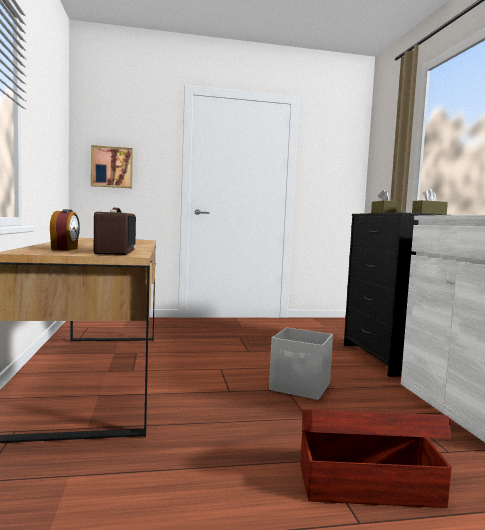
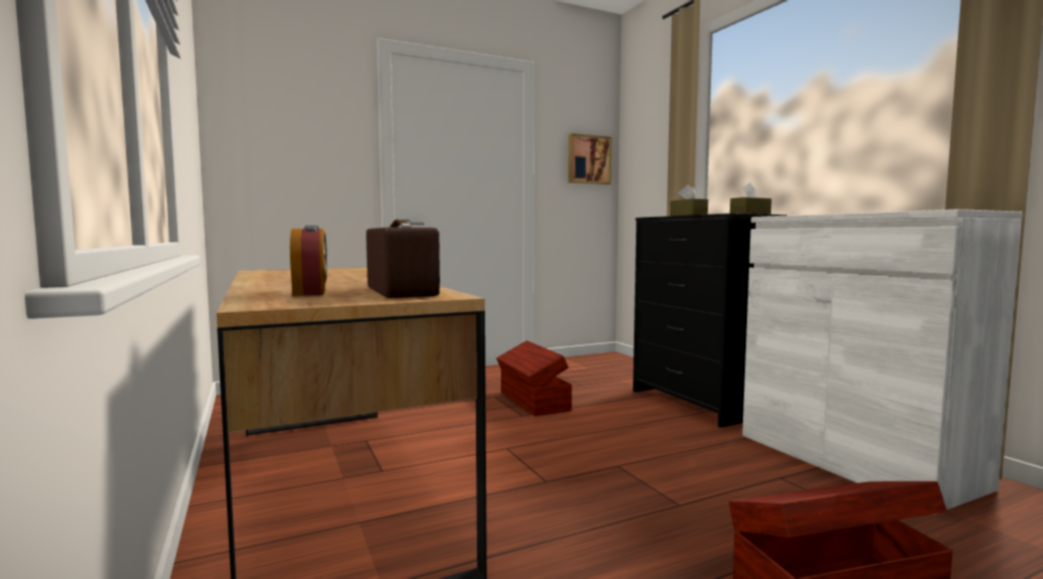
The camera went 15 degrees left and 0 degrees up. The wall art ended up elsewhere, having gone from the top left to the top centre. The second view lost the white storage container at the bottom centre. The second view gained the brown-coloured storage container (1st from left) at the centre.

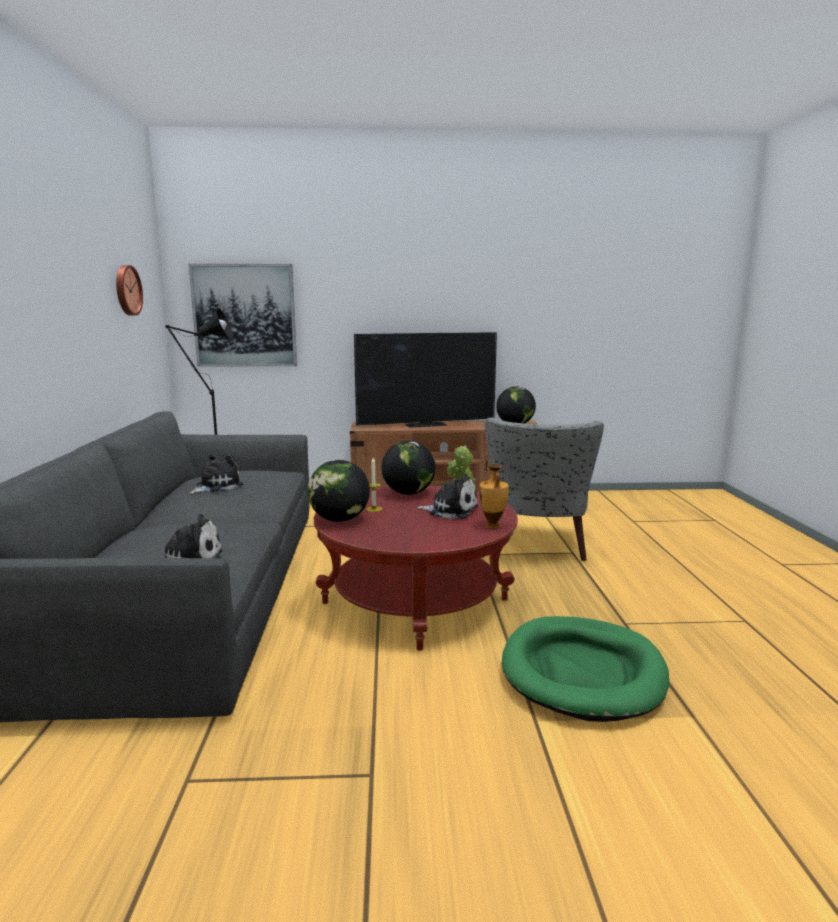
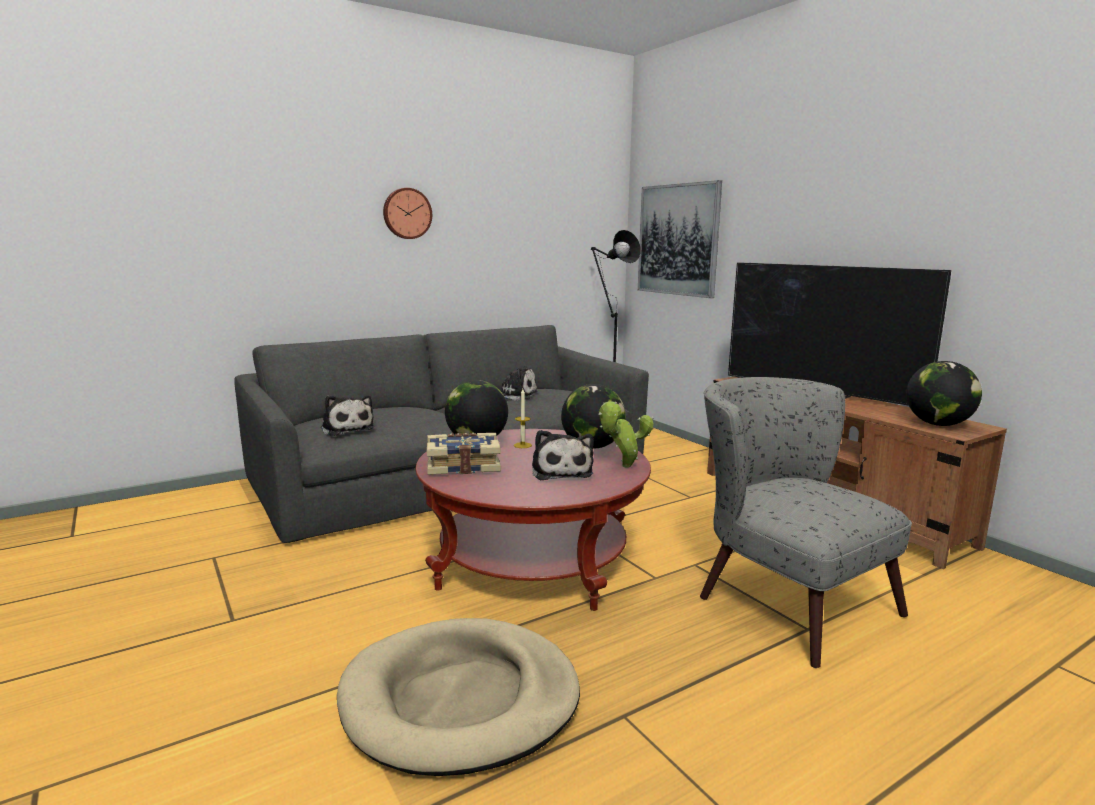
The camera went 60 degrees right and 0 degrees up. The hanging clock ended up elsewhere, having gone from the top left to the top centre. The gray easy chair at the centre ended up facing another way, 75 degrees clockwise from before. The second view lost the flower vase at the centre. What was the greenish dog cushion at the bottom right turned into the beige dog cushion at the bottom centre. The second view gained the book at the centre.

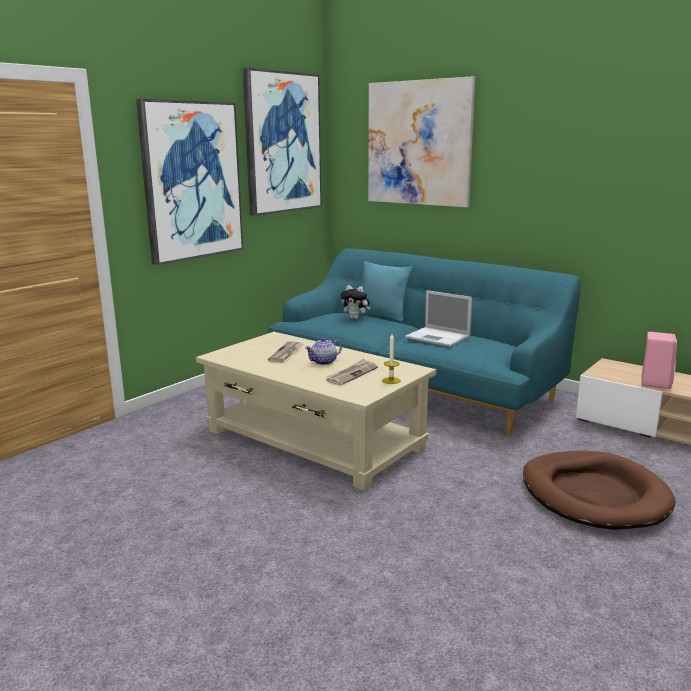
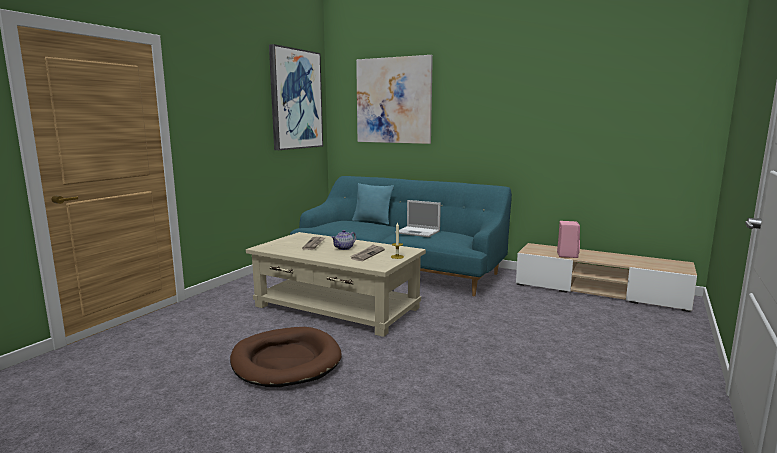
The camera went 10 degrees left and 5 degrees down. The second view lost the wall art (1st from left) at the top left. The second view lost the cuddly toy at the centre. The brown-coloured dog cushion ended up elsewhere, having gone from the bottom right to the bottom centre.

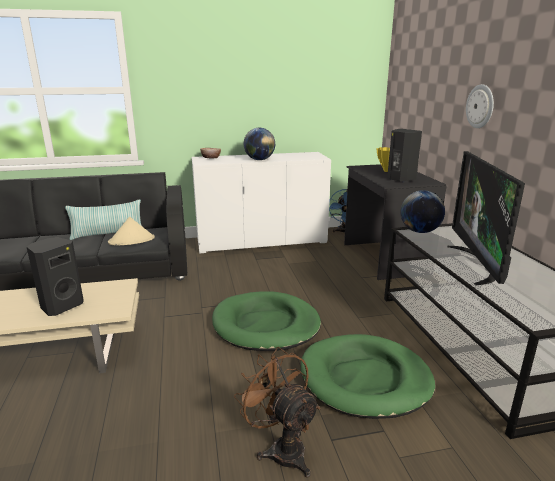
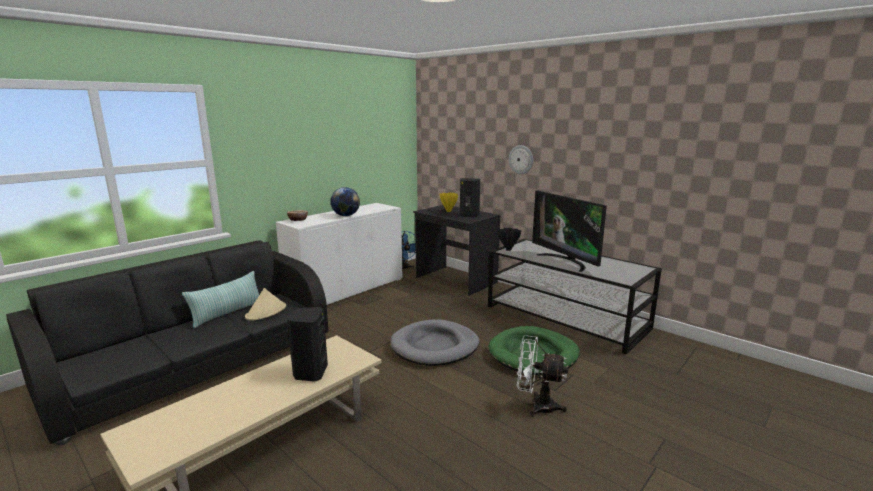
The camera went 35 degrees left and 5 degrees down. Where the desk globe (2nd from left) stood at the middle right, the blackish flower vase came to stand at the centre. What was the greenish dog cushion (1st from left) at the bottom centre turned into the gray dog cushion at the bottom centre. What was the brown-coloured electric fan at the bottom centre turned into the white electric fan at the bottom centre.

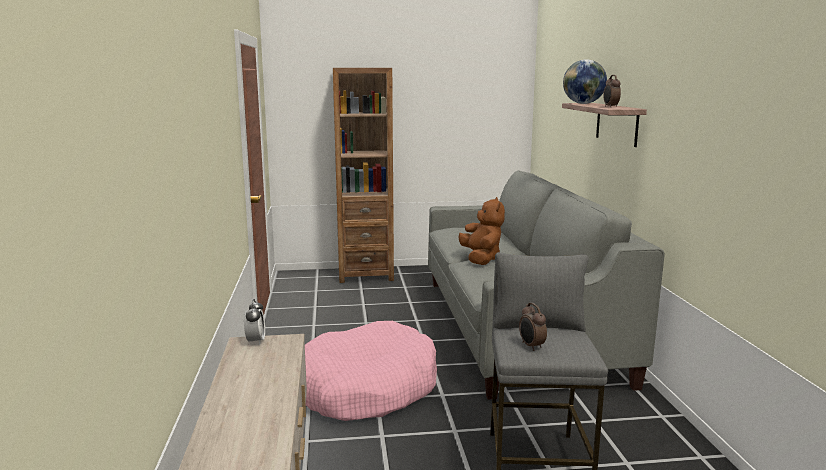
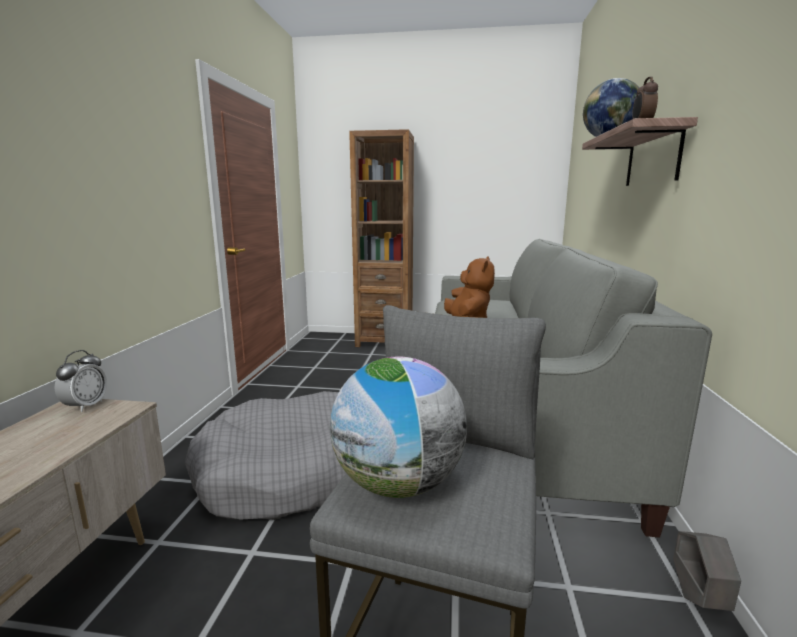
The camera went 15 degrees right and 0 degrees up. Where the alarm clock (2nd from left) stood at the bottom centre, the desk globe (1st from left) came to stand at the bottom centre. What was the pinkish dog cushion at the bottom centre turned into the gray dog cushion at the bottom left. The second view gained the gray planter at the bottom right.

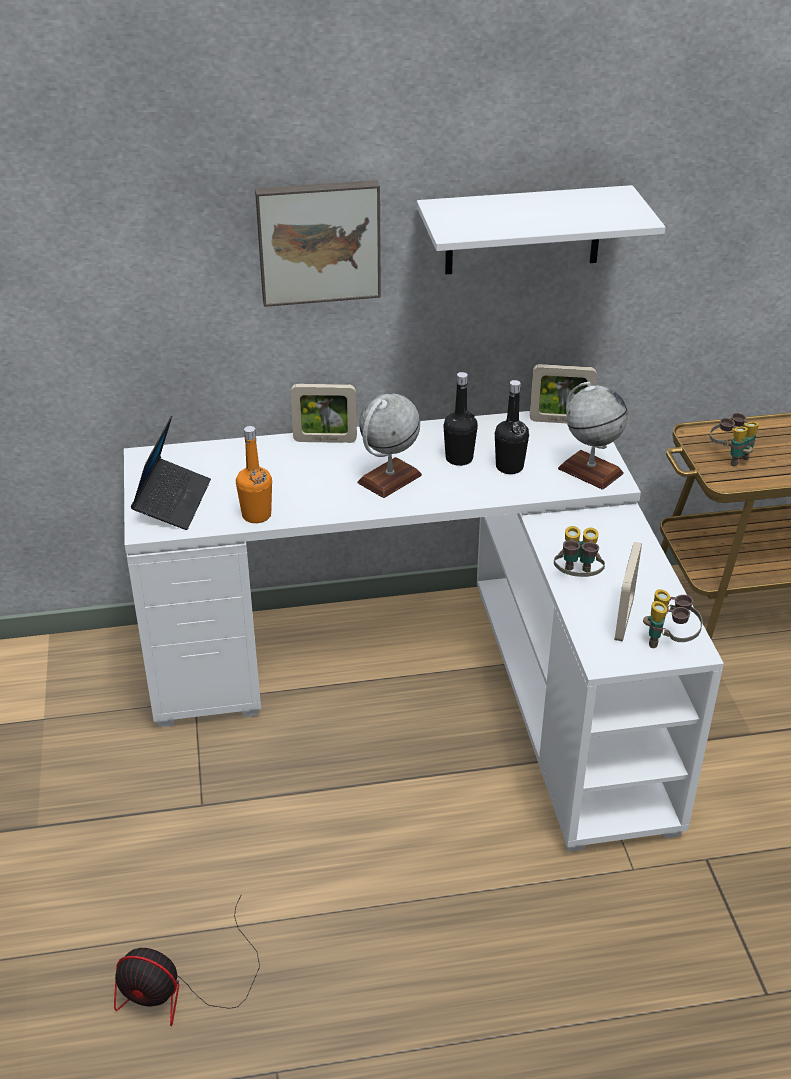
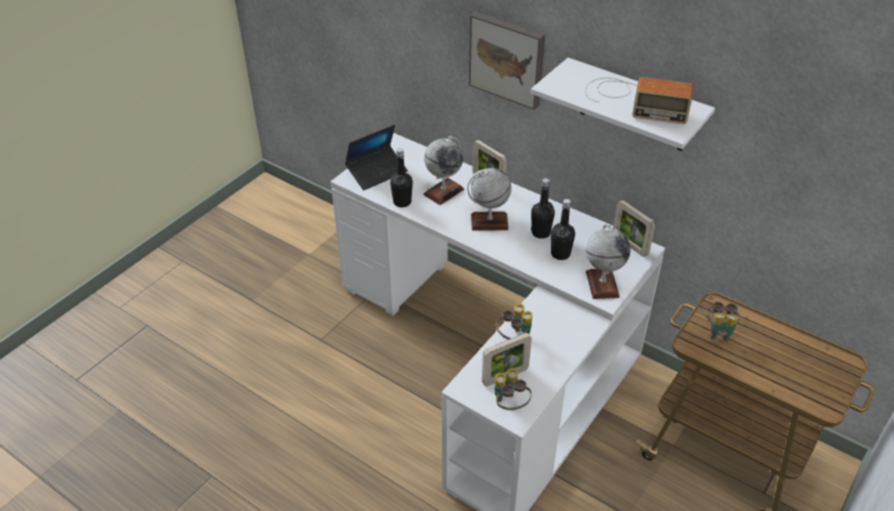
The camera went 45 degrees right and 5 degrees up. What was the orange-coloured beverage bottle at the middle left turned into the blackish beverage bottle (1st from left) at the centre. The second view lost the electric fan at the bottom left. The second view gained the radio receiver at the top right. The second view gained the desk globe (1st from left) at the top centre.

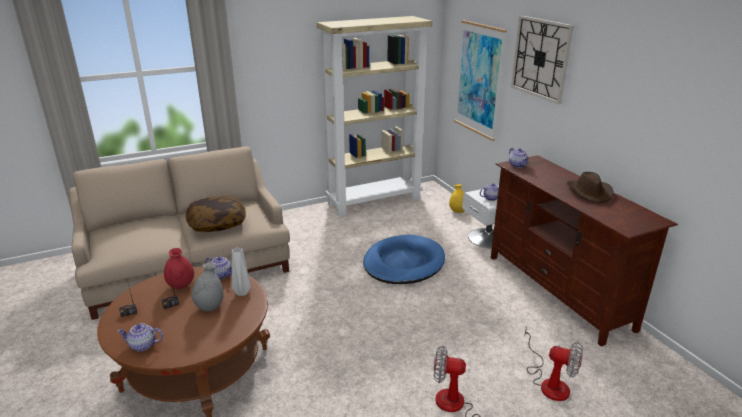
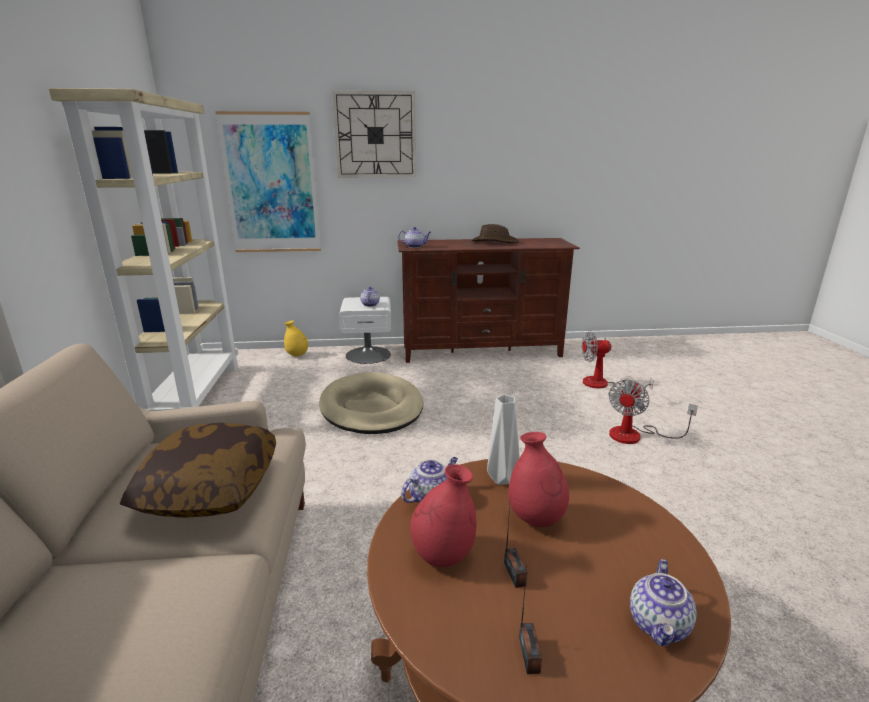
The camera went 70 degrees left and 5 degrees down. What was the blue-coloured dog cushion at the centre turned into the beige dog cushion at the centre. What was the gray flower vase (1st from left) at the bottom left turned into the red-coloured flower vase (2nd from left) at the bottom centre. The electric fan (2nd from left in the first image) at the bottom right ended up facing another way, 135 degrees counterclockwise from before.

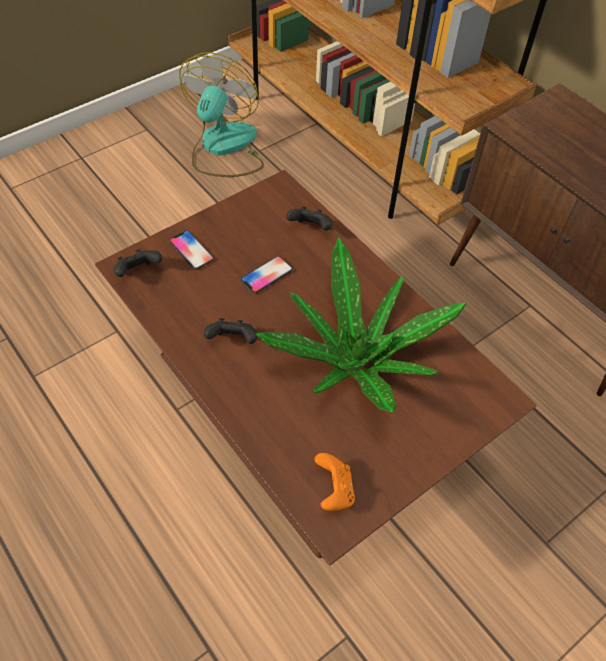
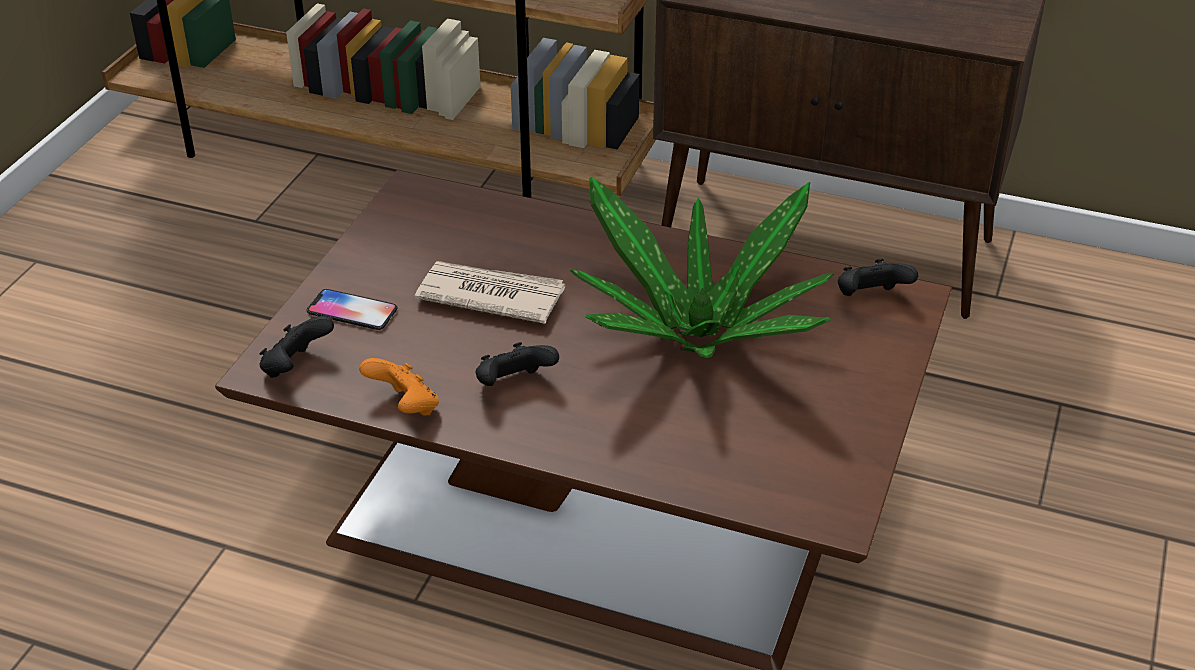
The camera went 30 degrees left and 15 degrees down. The second view lost the electric fan at the top centre. The blackish joypad (3rd from left) ended up elsewhere, having gone from the top centre to the middle right. Where the telephone (2nd from left) stood at the centre, the printed paper came to stand at the centre. The orange-coloured joypad ended up elsewhere, having gone from the bottom centre to the centre.

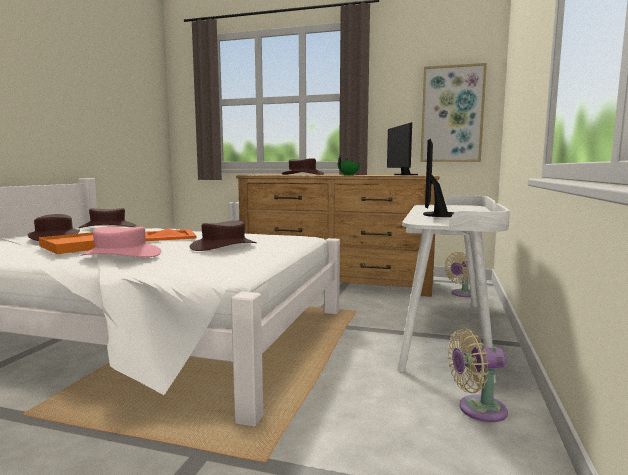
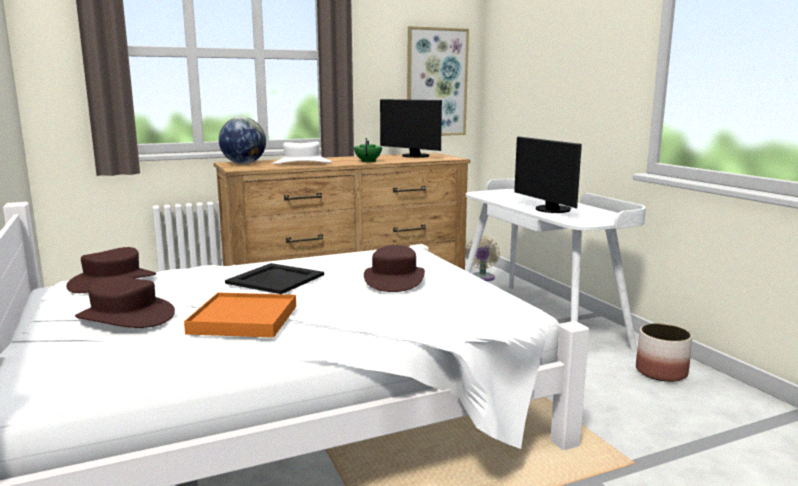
The camera went 40 degrees left and 5 degrees up. What was the brown-coloured wearable hat (4th from left) at the centre turned into the white wearable hat at the top centre. The second view lost the pinkish wearable hat at the middle left. What was the orange-coloured tray (2nd from left) at the middle left turned into the blackish tray at the centre. Where the beige electric fan (2nd from left) stood at the bottom right, the planter came to stand at the bottom right. The second view gained the desk globe at the top left.

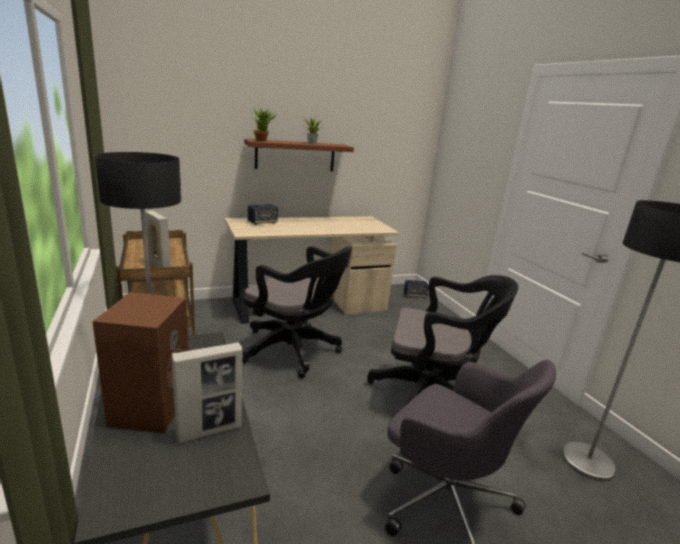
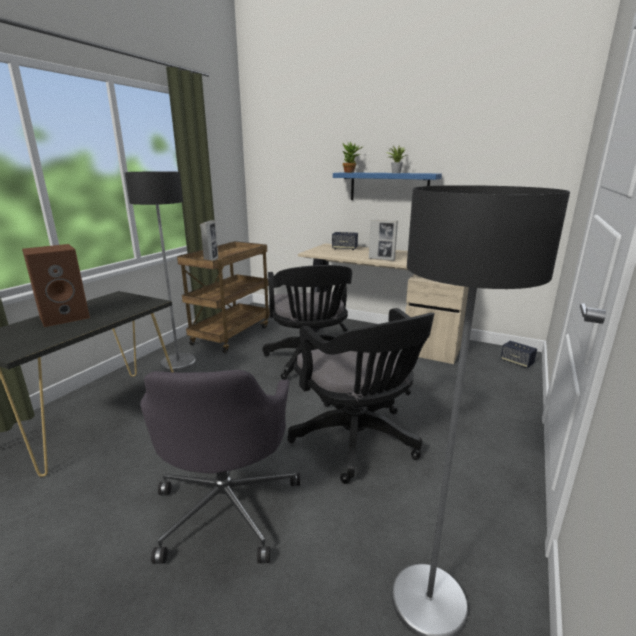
The camera went 50 degrees right and 0 degrees up. What was the brown-coloured shelf at the top centre turned into the blue-coloured shelf at the top centre. The picture frame (2nd from left) ended up elsewhere, having gone from the bottom left to the centre.

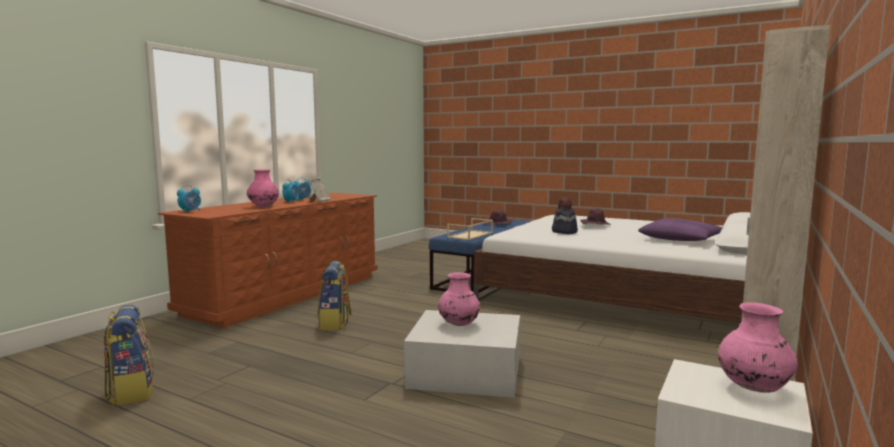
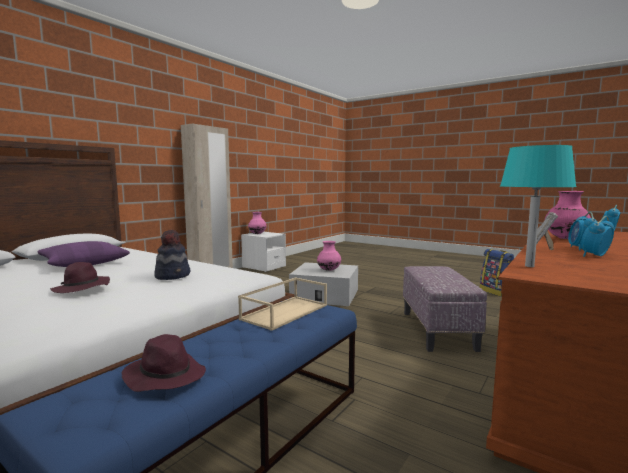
The camera went 175 degrees left and 0 degrees up. Where the knapsack (2nd from left) stood at the centre, the ottoman came to stand at the middle right. The second view gained the turquoise lamp for a table at the middle right.

